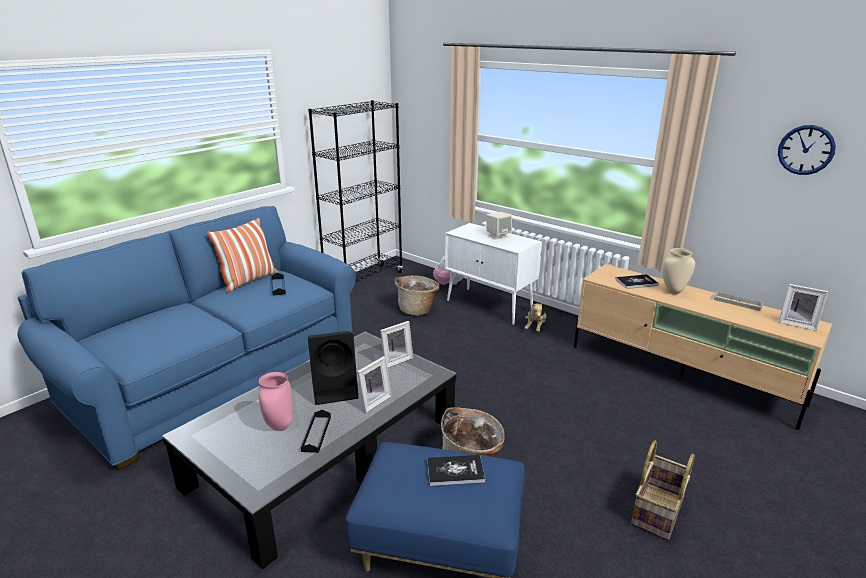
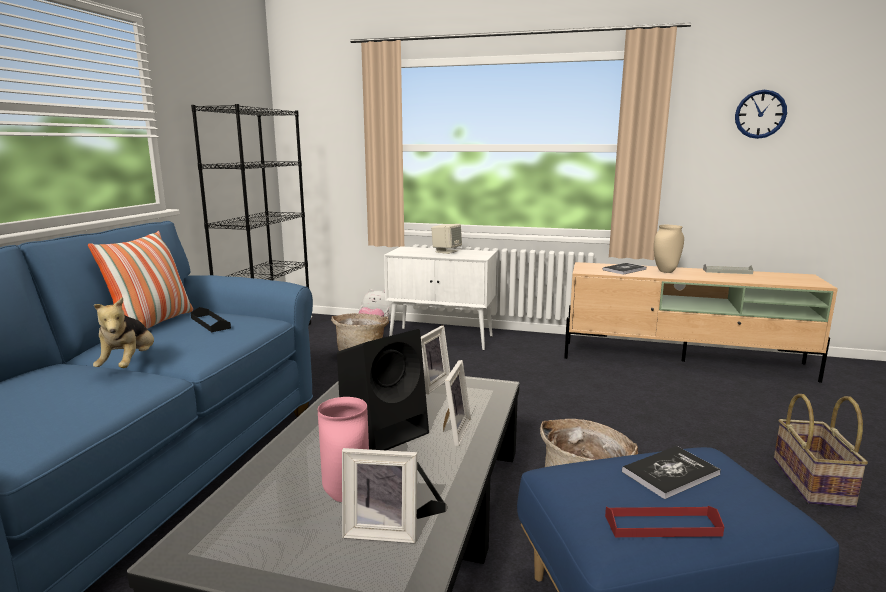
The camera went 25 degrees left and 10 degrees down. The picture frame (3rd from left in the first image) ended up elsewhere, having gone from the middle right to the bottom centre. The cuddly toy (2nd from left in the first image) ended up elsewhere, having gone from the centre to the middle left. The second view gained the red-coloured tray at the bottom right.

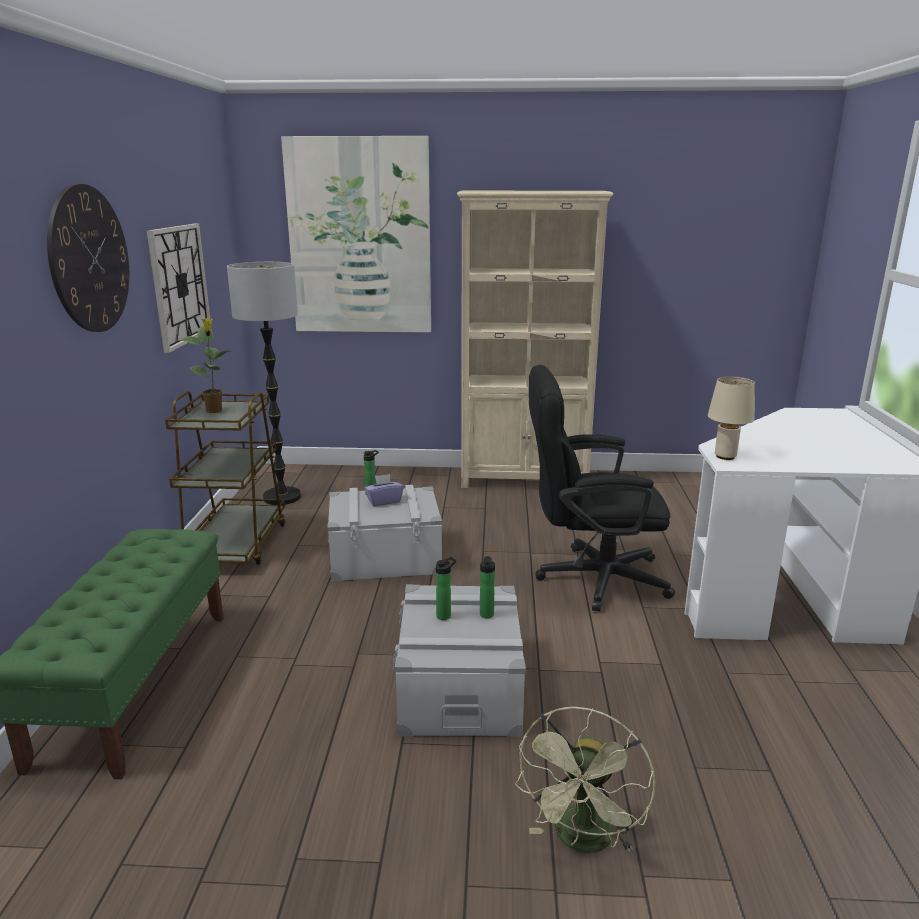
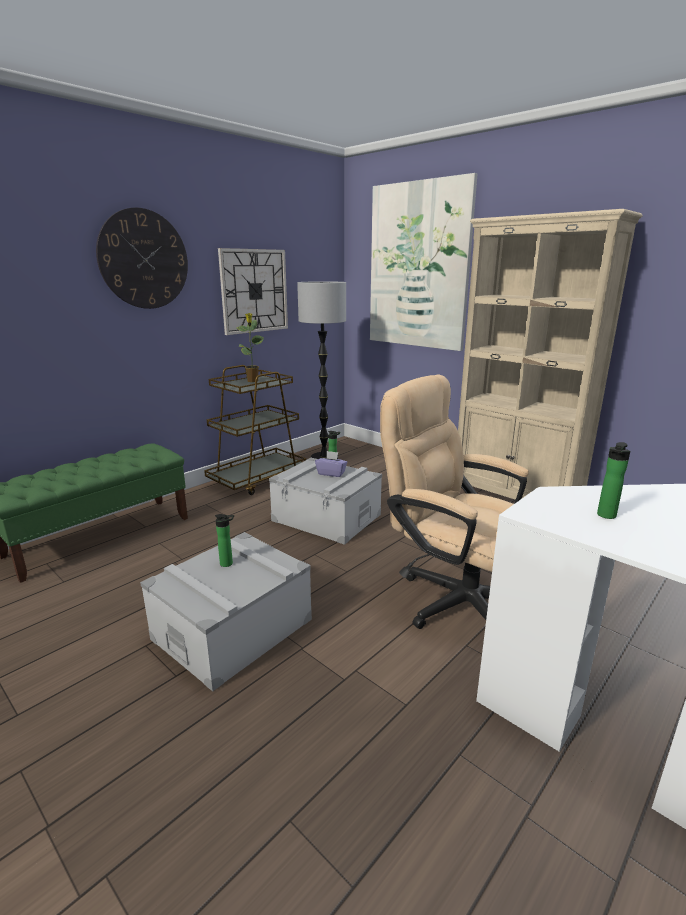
The camera went 40 degrees right and 0 degrees up. What was the blackish office chair at the centre turned into the beige office chair at the centre. The second view lost the beige lamp for a table at the middle right. The beverage bottle (3rd from left) ended up elsewhere, having gone from the centre to the middle right. The second view lost the greenish electric fan at the bottom centre.

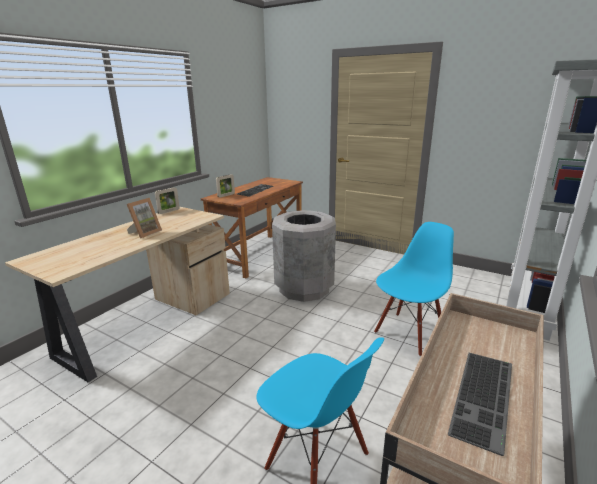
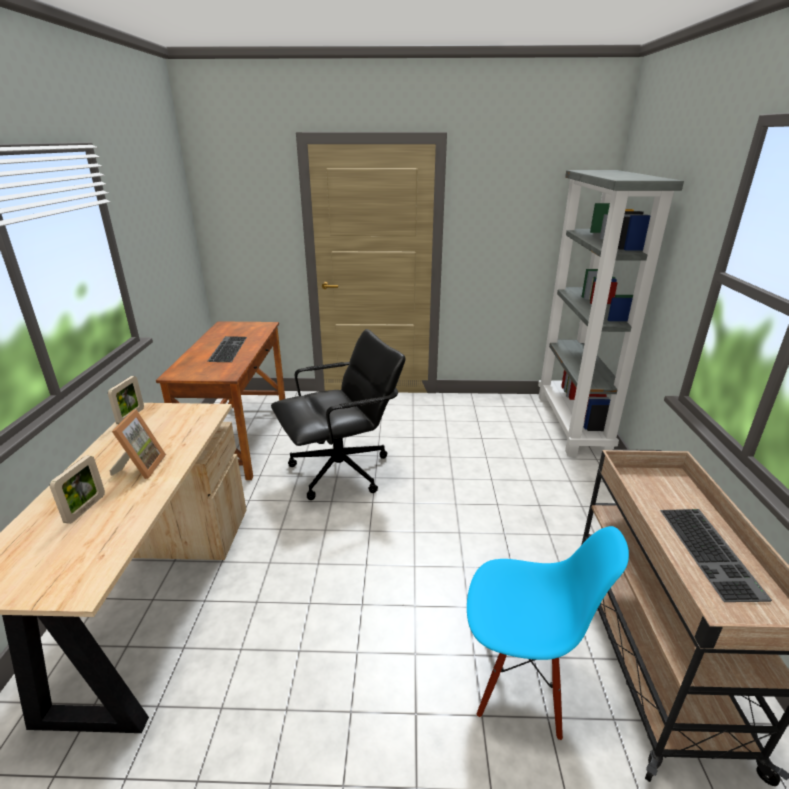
The camera went 30 degrees left and 5 degrees up. The picture frame (3rd from left in the first image) ended up elsewhere, having gone from the centre to the middle left. Where the gray trash can stood at the centre, the blackish office chair came to stand at the centre. The second view lost the blue-coloured upright chair (2nd from left) at the middle right.

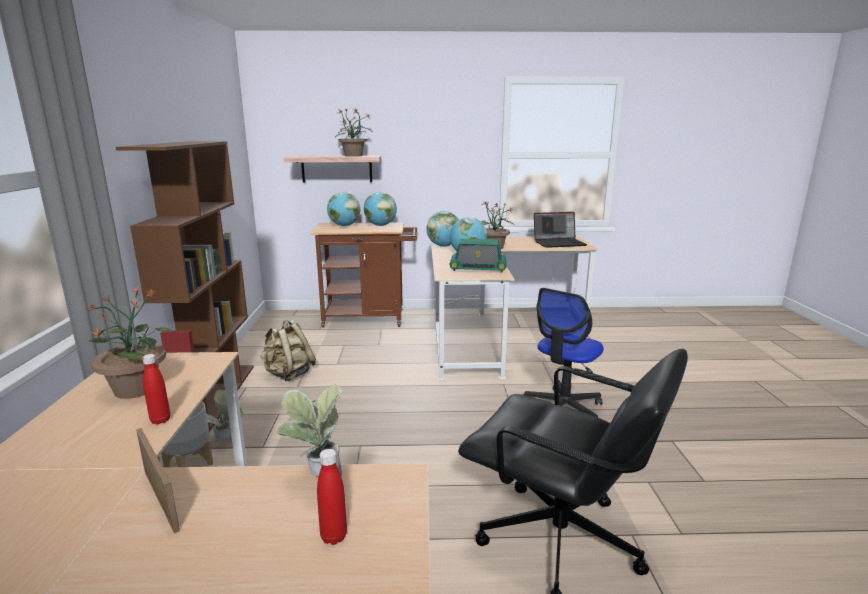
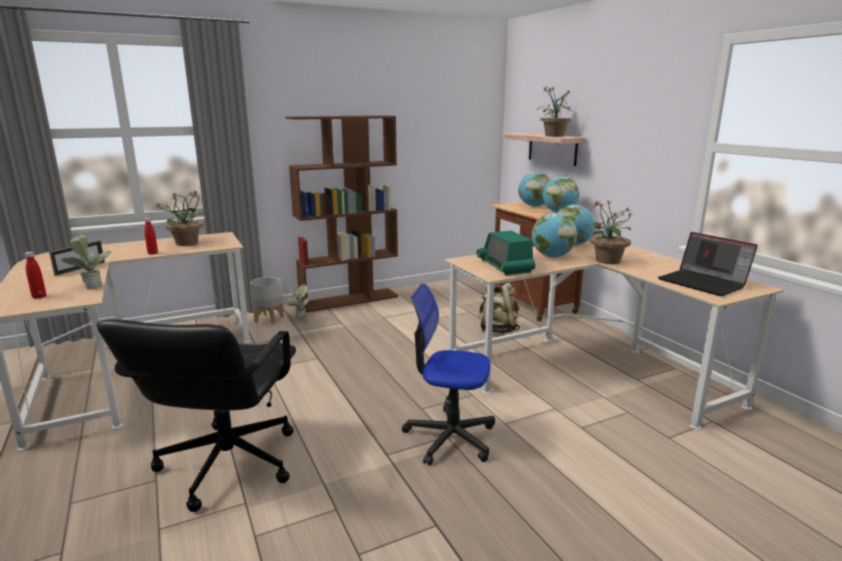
The camera went 65 degrees right and 0 degrees up. The beige knapsack ended up elsewhere, having gone from the middle left to the centre.

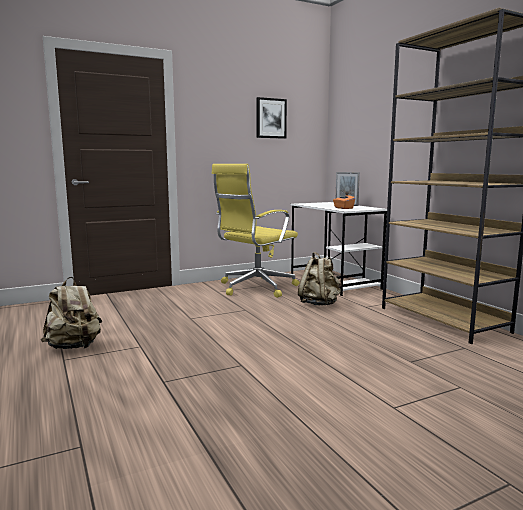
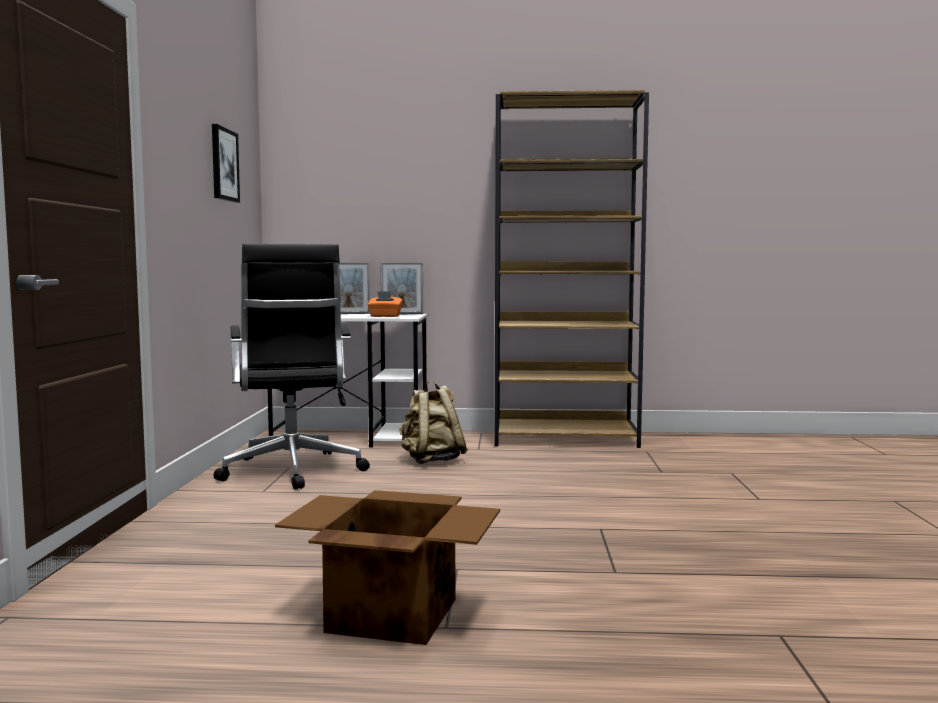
The camera went 60 degrees left and 5 degrees down. What was the yellow office chair at the centre turned into the blackish office chair at the middle left. Where the beige knapsack (1st from left) stood at the middle left, the cardboard box came to stand at the bottom centre. The second view gained the picture frame (2nd from left) at the centre.

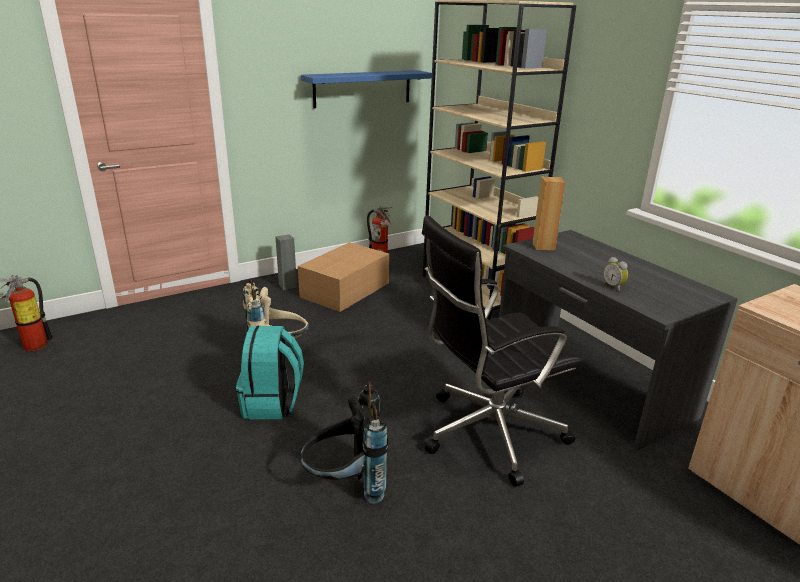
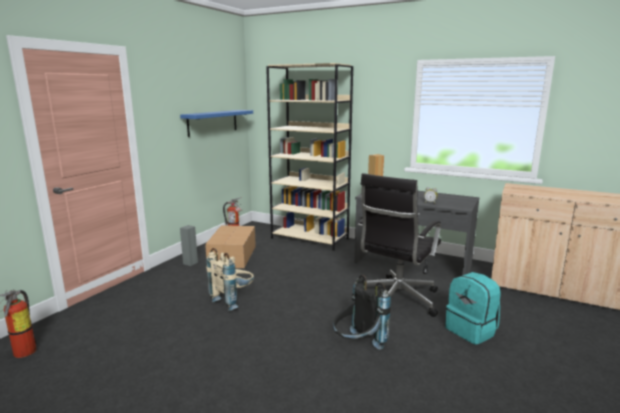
The camera went 30 degrees left and 10 degrees down. The turquoise knapsack ended up elsewhere, having gone from the centre to the bottom right.

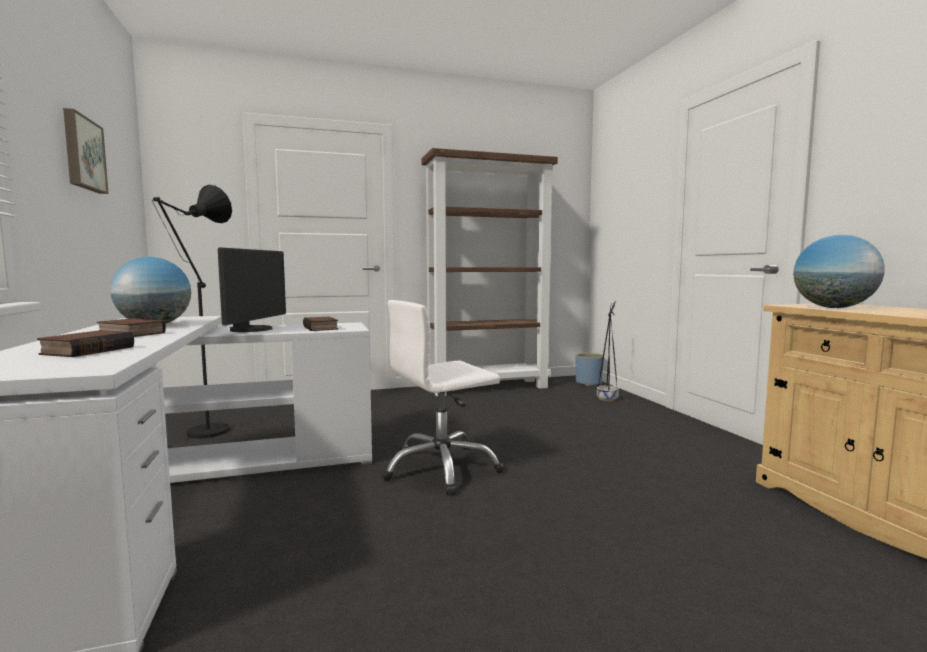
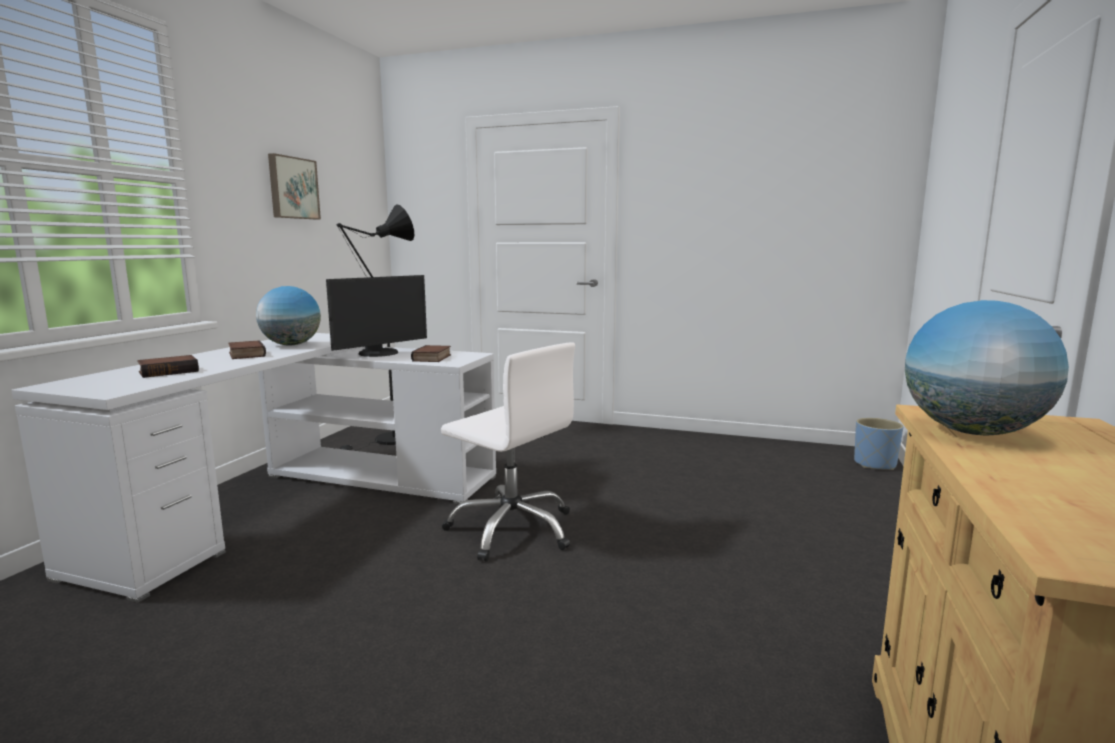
The camera went 35 degrees right and 5 degrees up. The second view lost the brown-coloured bookshelf at the centre. The white office chair at the centre ended up facing another way, 150 degrees counterclockwise from before. The second view lost the blackish planter at the centre.

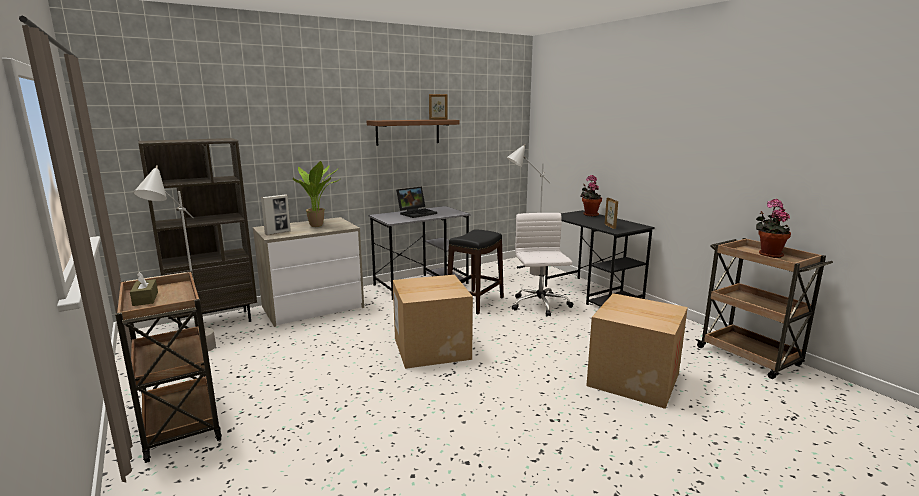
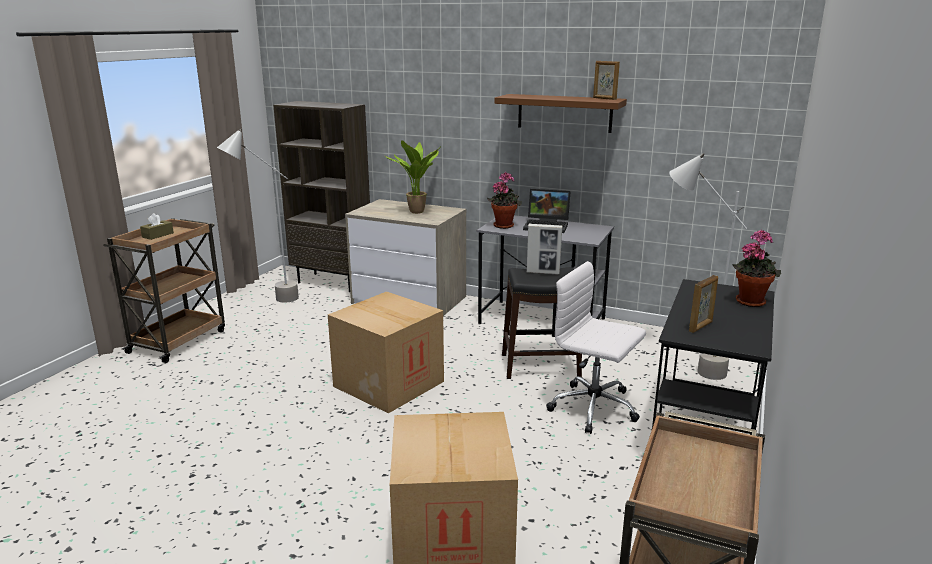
The camera went 55 degrees right and 5 degrees up. The picture frame (1st from left) ended up elsewhere, having gone from the middle left to the centre. The plant in a pot (3rd from left in the first image) ended up elsewhere, having gone from the middle right to the centre. The white office chair at the centre ended up facing another way, 105 degrees counterclockwise from before.

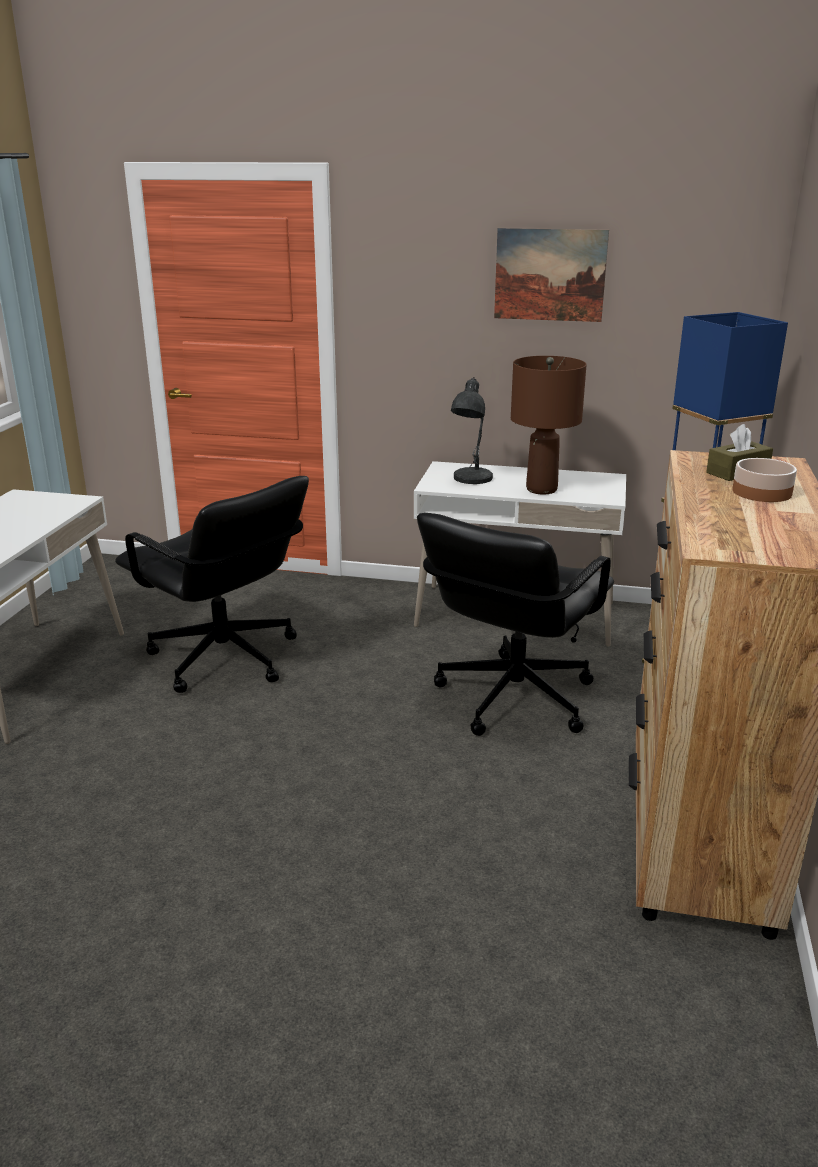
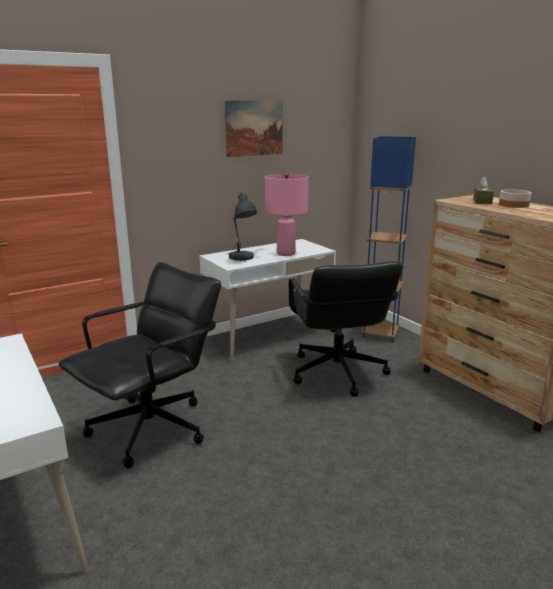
The camera went 45 degrees left and 5 degrees down. What was the brown-coloured lamp for a table at the middle right turned into the pinkish lamp for a table at the centre. The blackish office chair (1st from left) at the middle left ended up facing another way, 45 degrees counterclockwise from before.

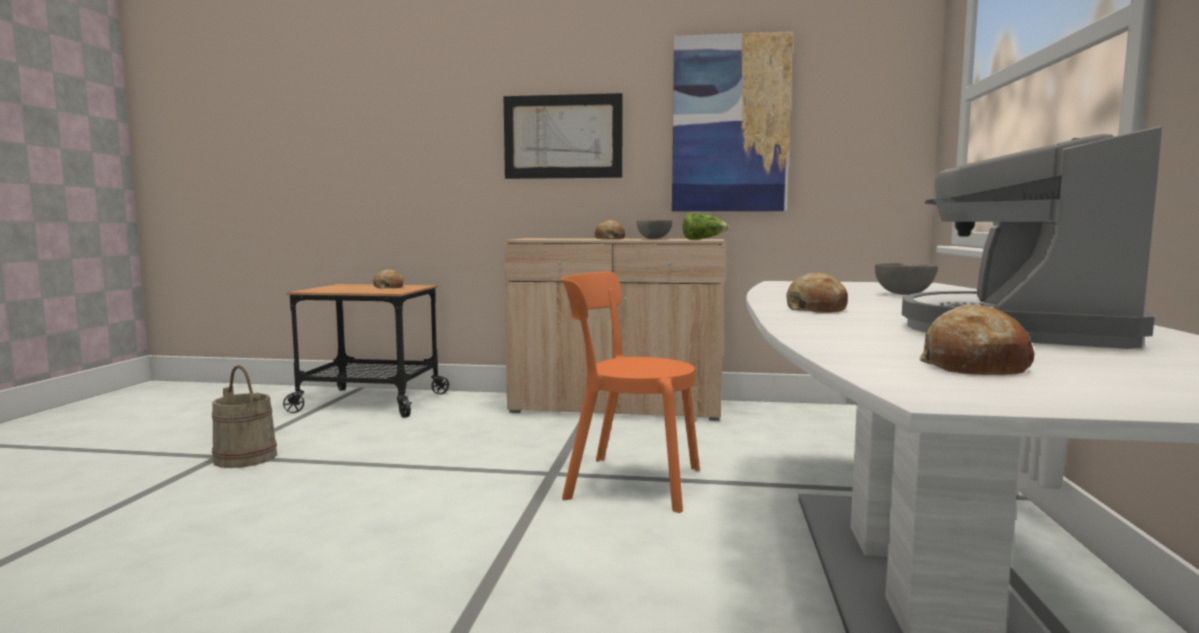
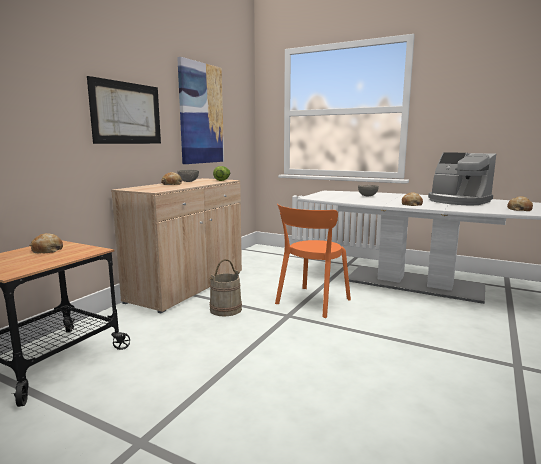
The camera went 70 degrees left and 5 degrees up. The beige bucket ended up elsewhere, having gone from the middle left to the centre.

